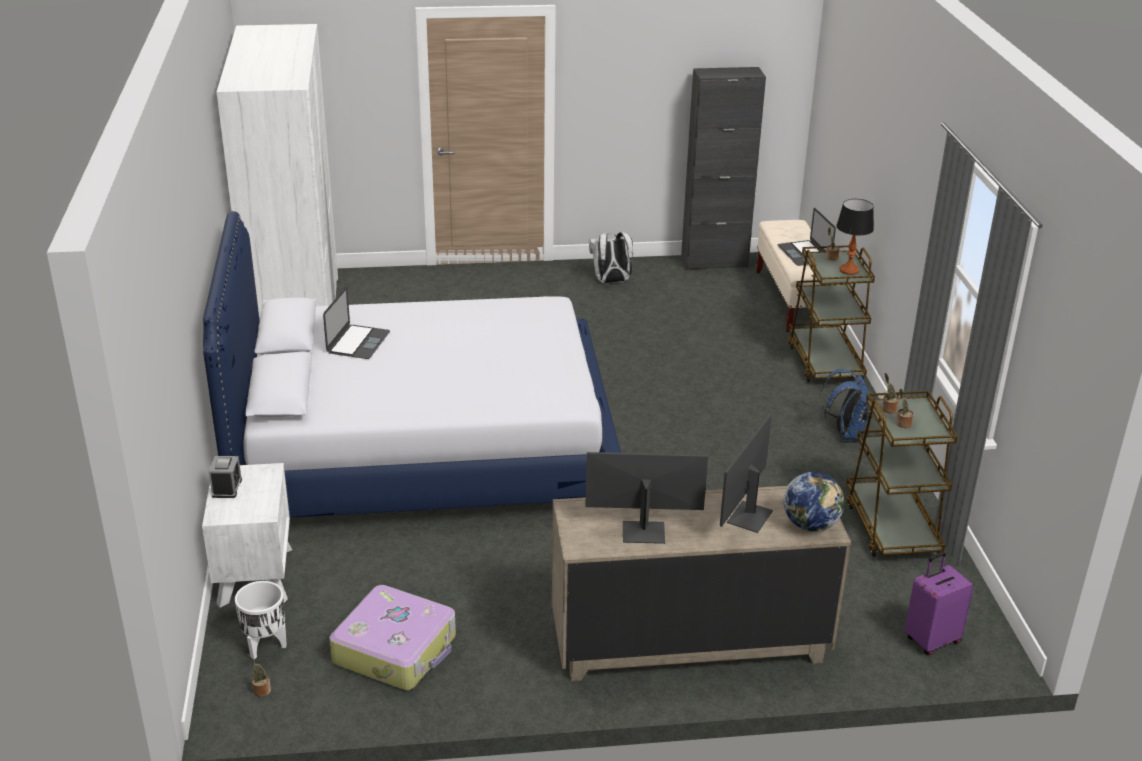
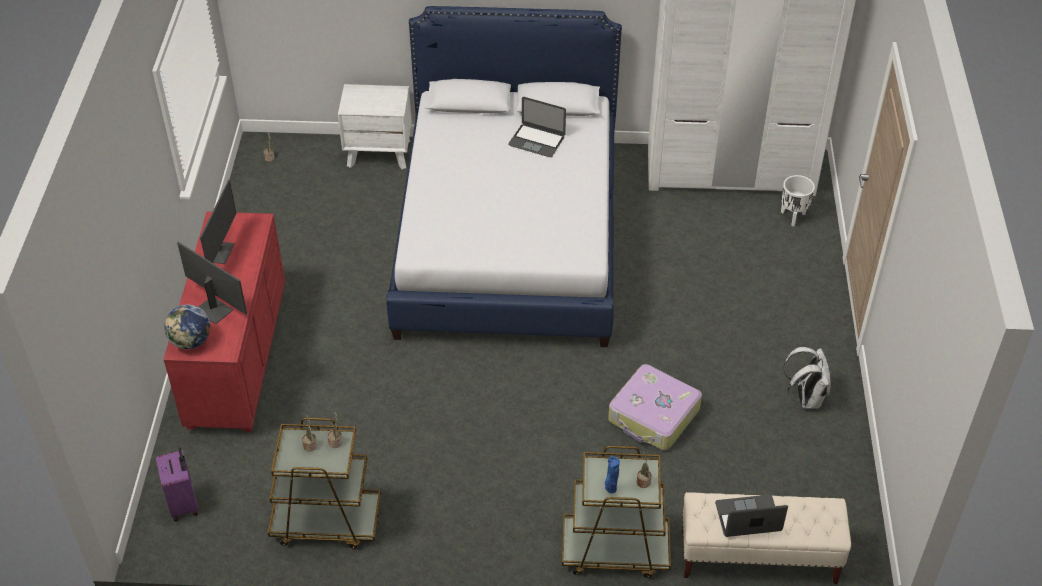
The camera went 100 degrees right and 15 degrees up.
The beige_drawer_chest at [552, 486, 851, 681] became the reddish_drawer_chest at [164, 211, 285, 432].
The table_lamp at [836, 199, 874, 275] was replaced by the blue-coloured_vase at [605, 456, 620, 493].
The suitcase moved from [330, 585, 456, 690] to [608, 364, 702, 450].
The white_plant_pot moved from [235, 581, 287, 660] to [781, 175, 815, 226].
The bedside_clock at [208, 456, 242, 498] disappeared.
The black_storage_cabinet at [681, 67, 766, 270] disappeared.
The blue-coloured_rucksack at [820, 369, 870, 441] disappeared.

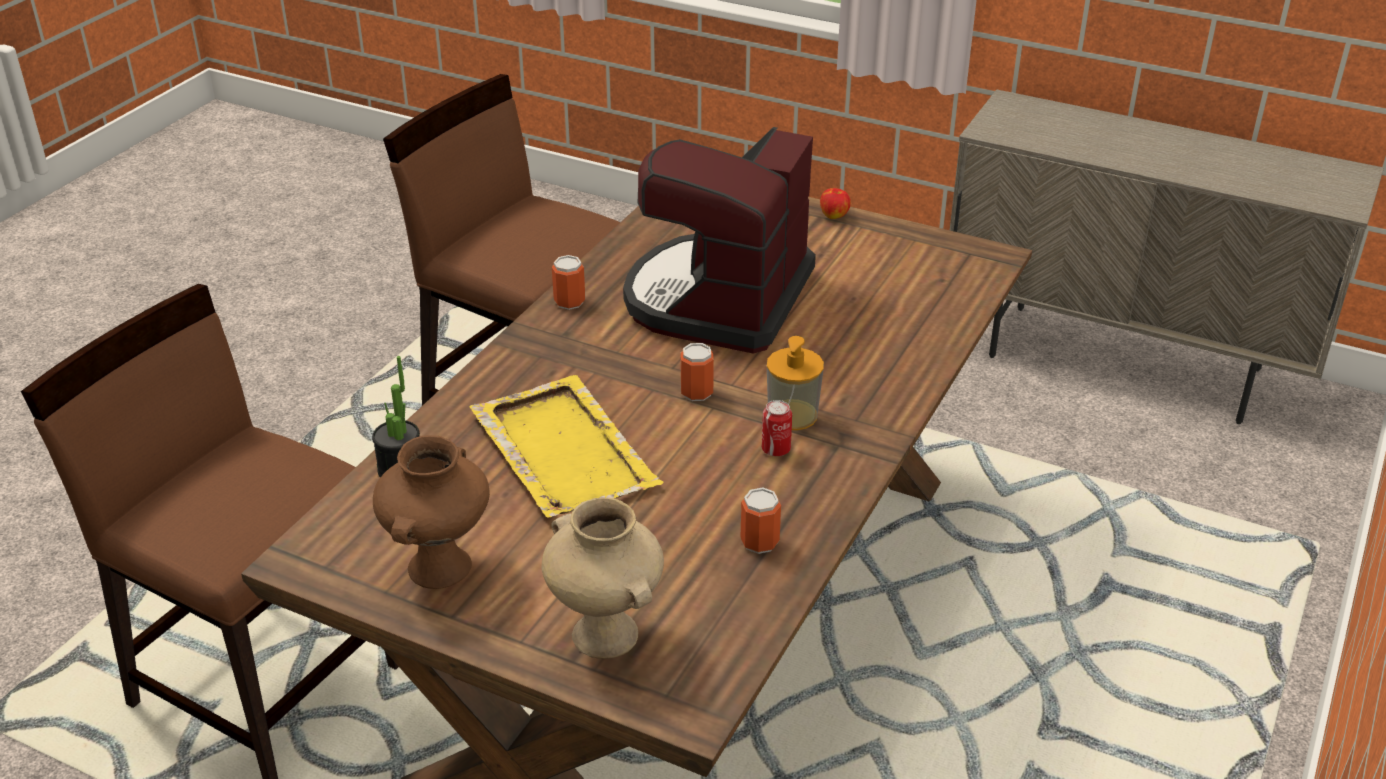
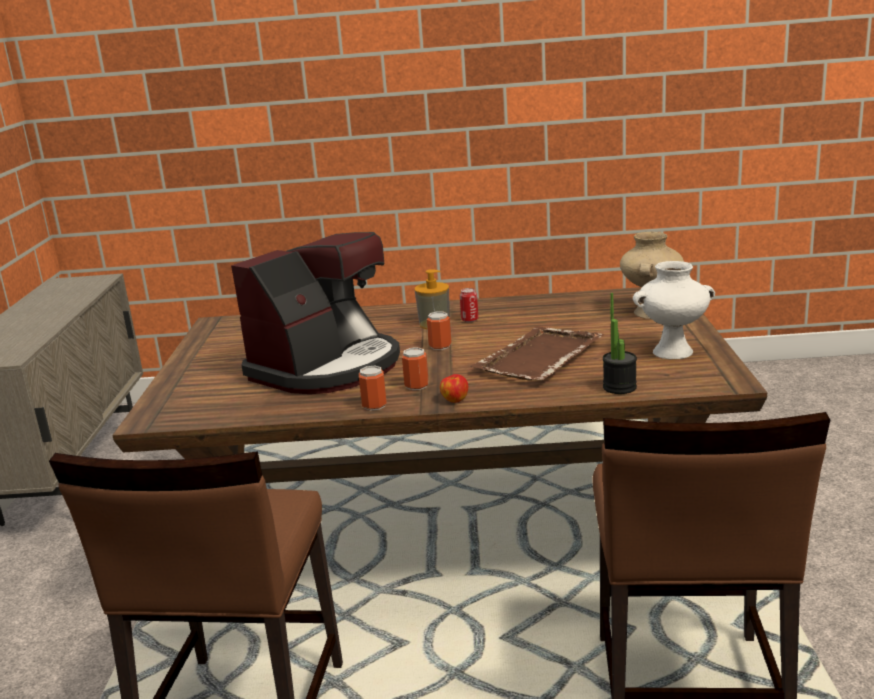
The camera went 115 degrees left and 15 degrees down.
The coffee_maker at [623, 127, 816, 354] turned 45 degrees counterclockwise.
The can moved from [740, 488, 781, 554] to [402, 347, 429, 390].
The apple moved from [820, 188, 851, 219] to [440, 374, 468, 403].
The yellow-coloured_carrying_tray at [469, 375, 664, 518] became the brown_carrying_tray at [470, 326, 605, 380].
The brown_vase at [373, 435, 490, 589] became the white_vase at [633, 261, 715, 359].

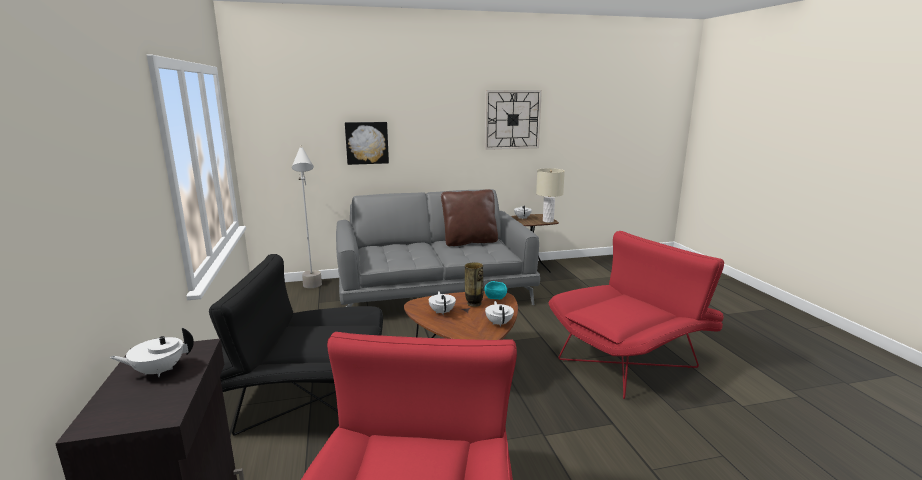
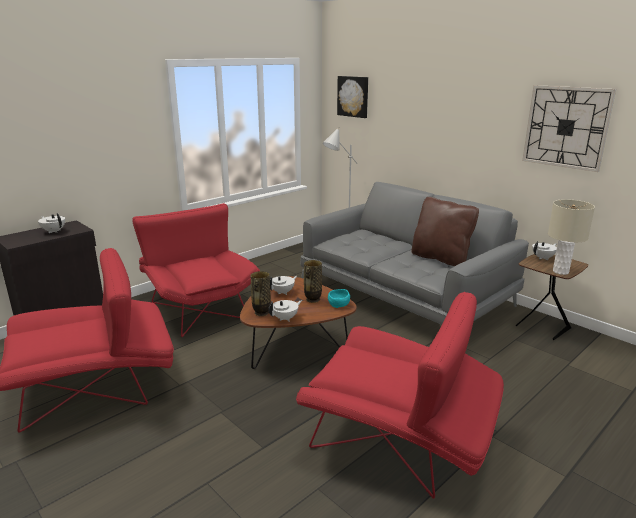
The camera went 60 degrees right and 5 degrees up.
The black_lounge_chair at [209, 254, 383, 436] became the reddish_lounge_chair at [132, 203, 260, 337].
The vase at [250, 271, 271, 316] appeared.
The picture moved from [345, 122, 389, 165] to [337, 76, 368, 118].

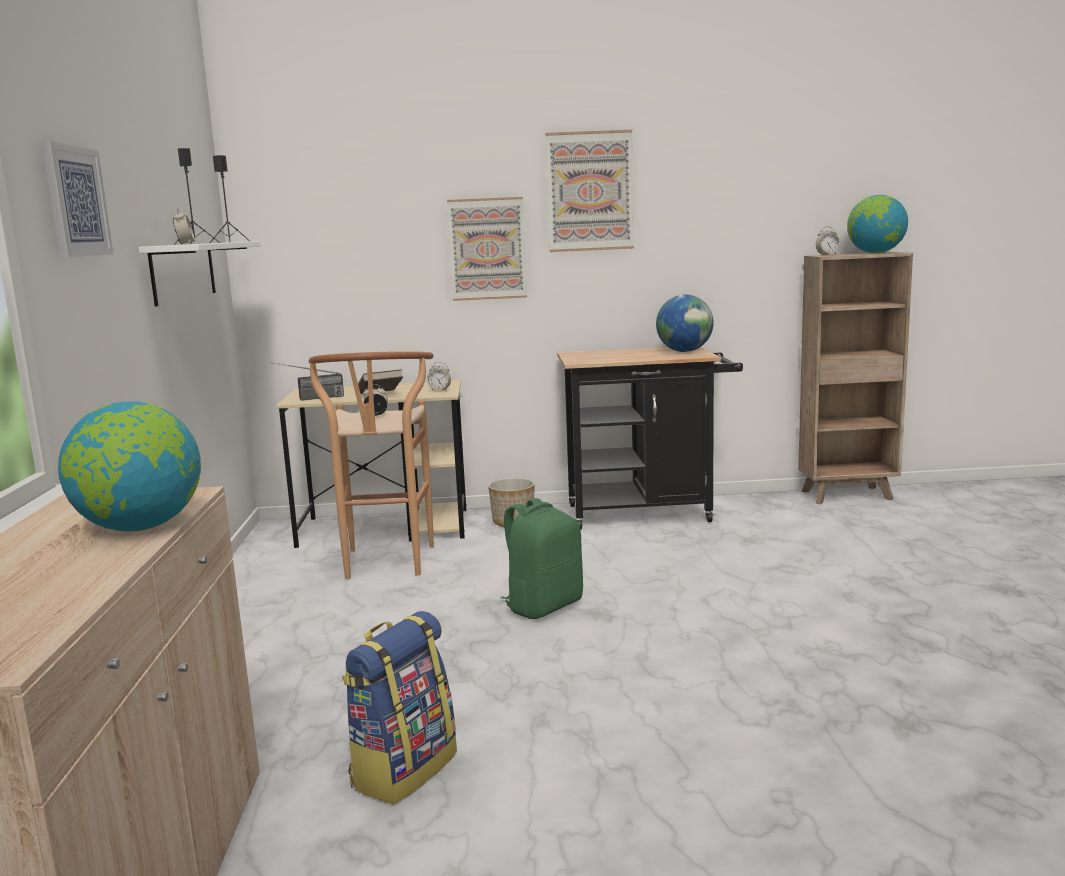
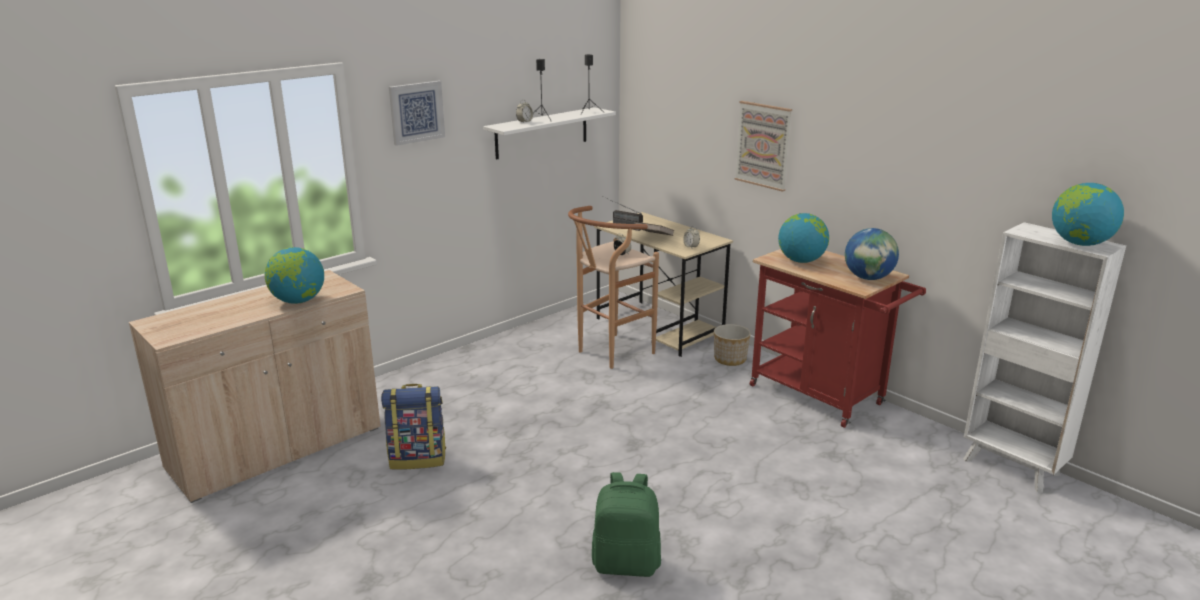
The camera went 50 degrees right and 10 degrees up.
The green-coloured_rucksack moved from [500, 498, 583, 619] to [592, 472, 661, 577].
The black_wheeled_cart at [557, 347, 743, 529] became the reddish_wheeled_cart at [750, 249, 926, 428].
The world_globe at [778, 213, 829, 263] appeared.
The brown_bookcase at [798, 252, 913, 504] became the white_bookcase at [963, 222, 1126, 493].
The picture at [545, 130, 634, 252] disappeared.
The bedside_clock at [816, 226, 840, 255] disappeared.

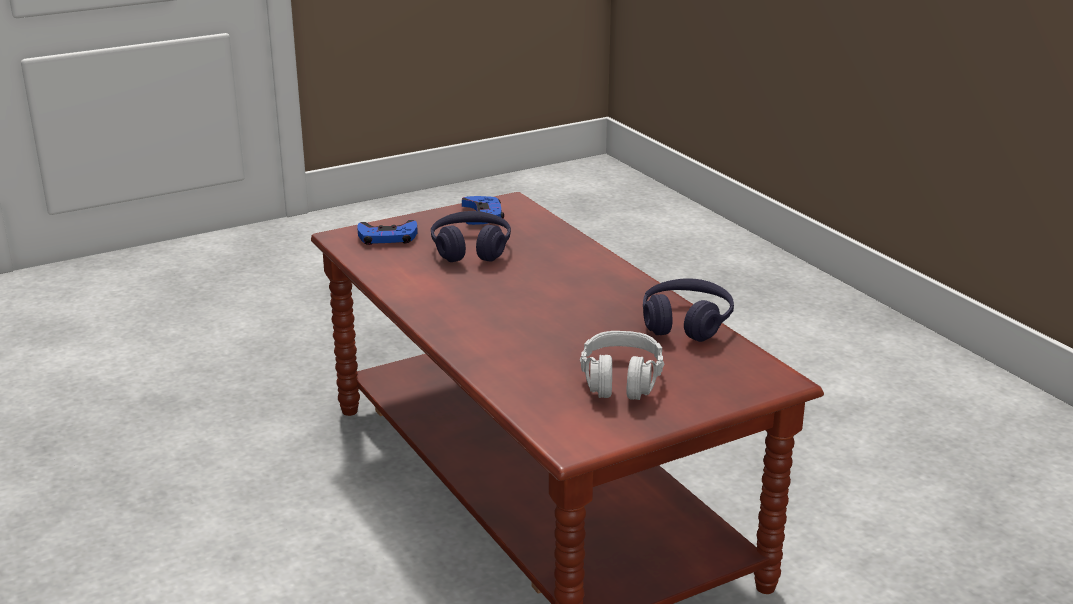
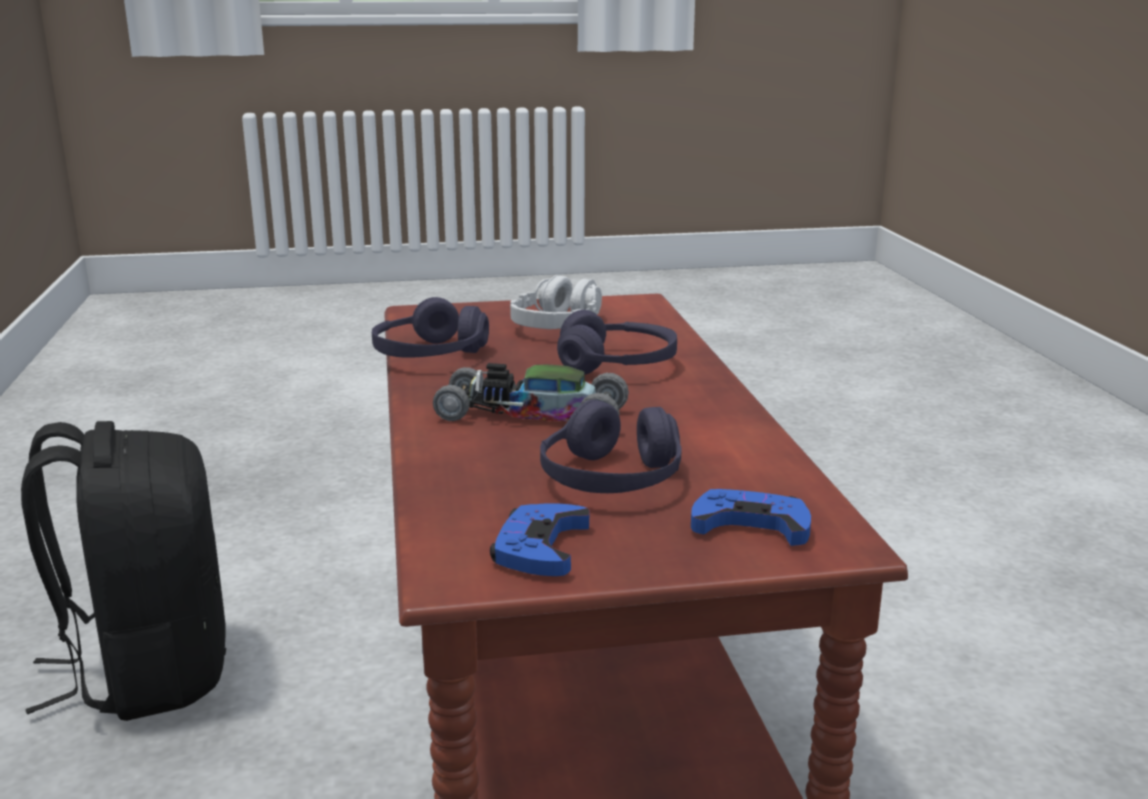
The camera went 160 degrees left and 5 degrees down.
The black_rucksack at [21, 421, 226, 721] appeared.
The miniature_car at [433, 363, 629, 421] appeared.
The purple-coloured_headphones at [557, 310, 677, 375] appeared.

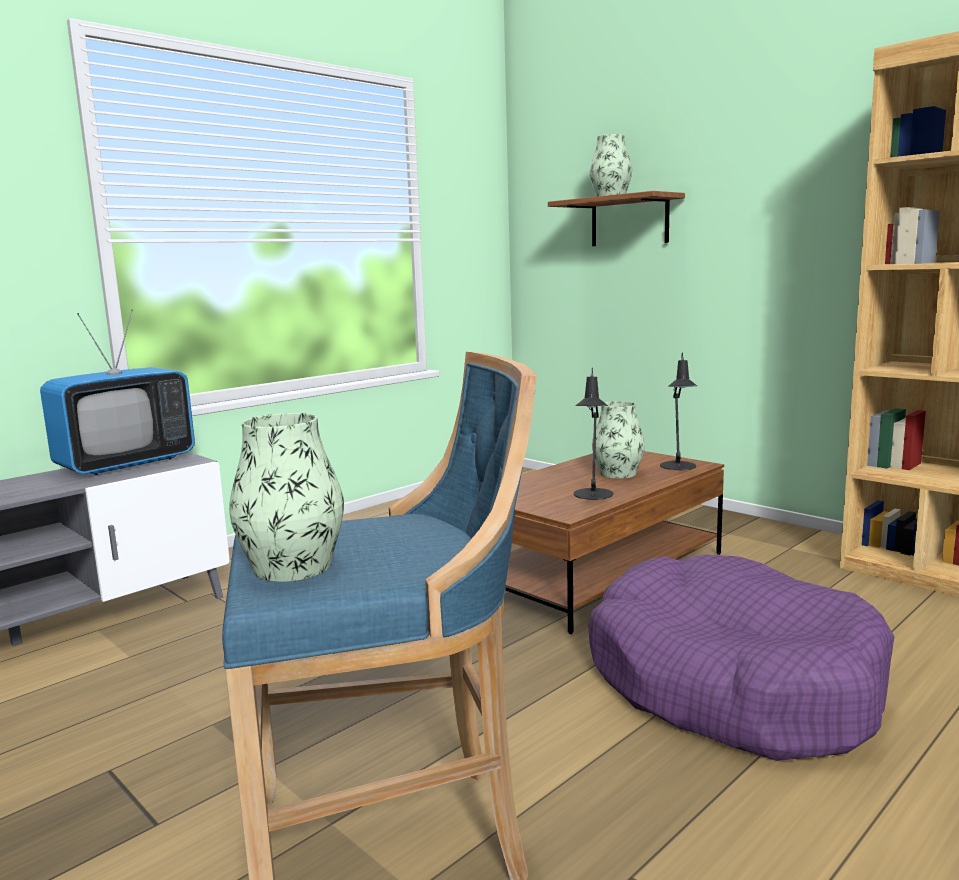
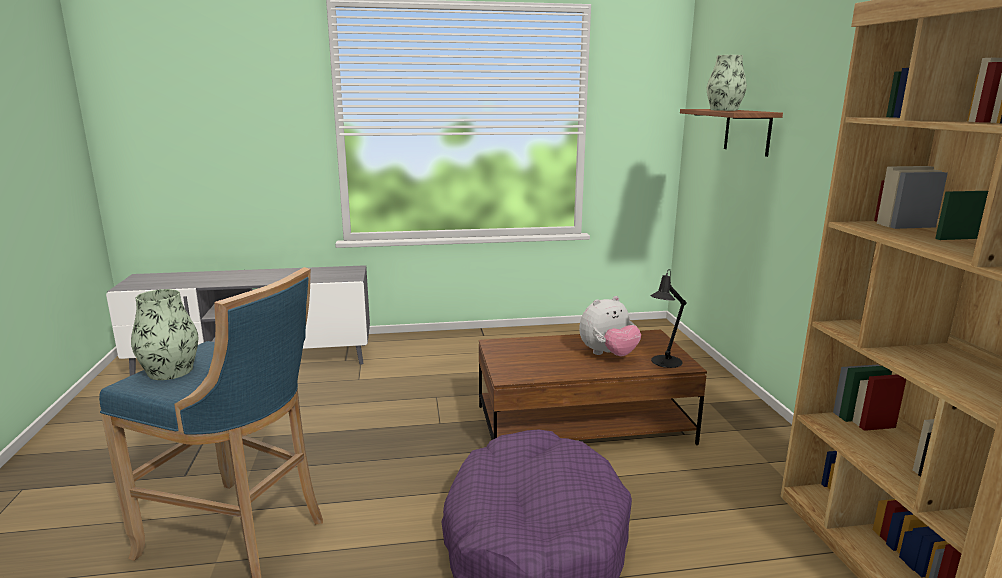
The camera went 35 degrees right and 5 degrees up.
The vase at [592, 401, 645, 479] was replaced by the soft_toy at [579, 296, 641, 356].
The TV_set at [40, 309, 195, 475] disappeared.
The black_table_lamp at [574, 368, 614, 500] disappeared.

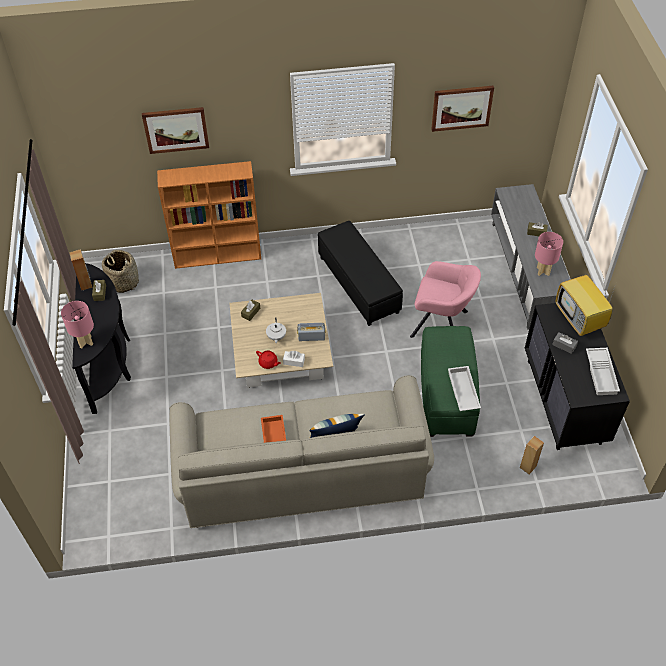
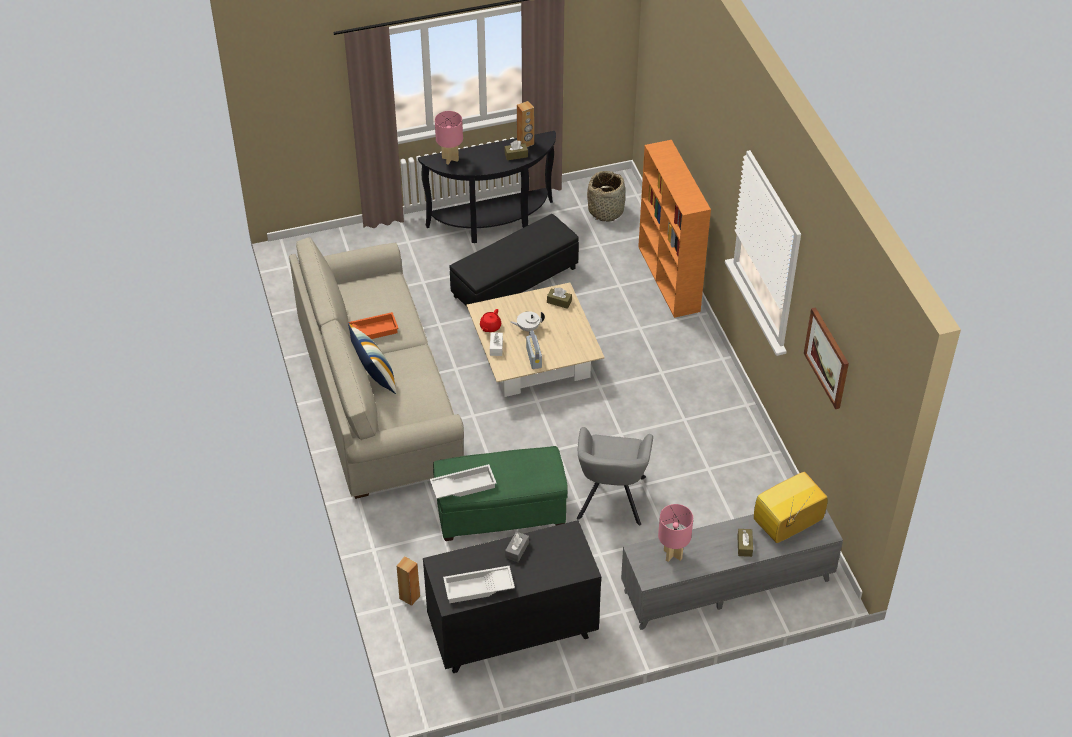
The camera went 80 degrees right and 5 degrees down.
The black_pouffe moved from [318, 221, 403, 326] to [450, 214, 579, 307].
The pinkish_lounge_chair at [410, 261, 481, 338] became the gray_lounge_chair at [577, 427, 653, 525].
The TV_set moved from [556, 275, 615, 336] to [754, 472, 828, 543].
The picture at [142, 107, 209, 154] disappeared.

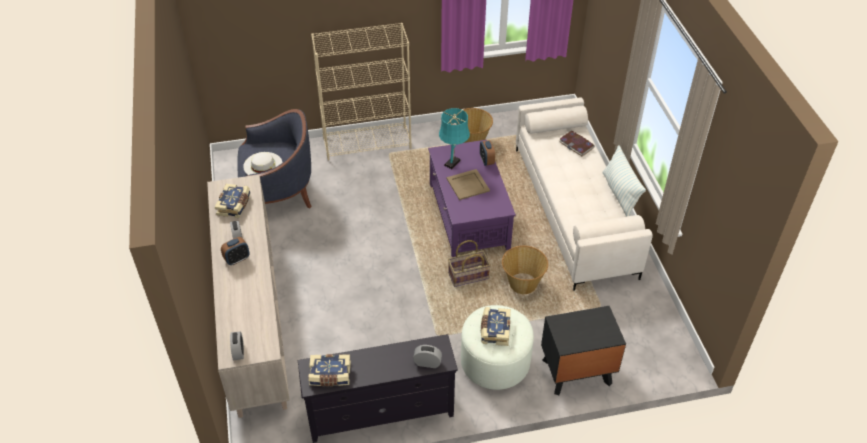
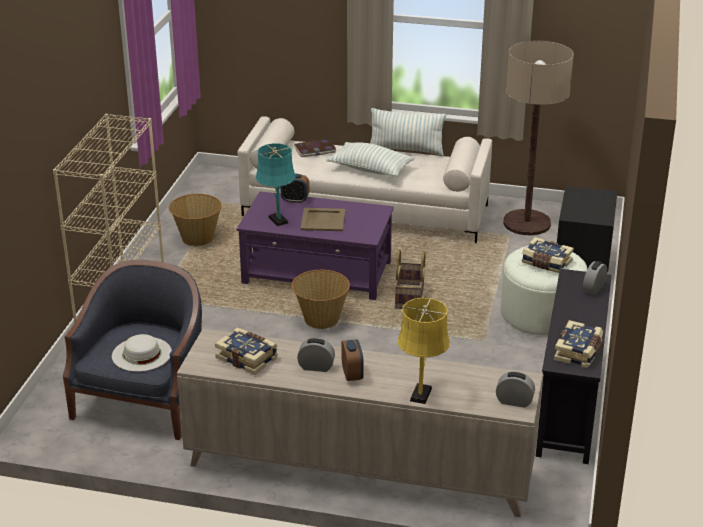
The camera went 65 degrees left and 15 degrees down.
The storage_basket moved from [502, 246, 548, 294] to [291, 270, 350, 329].
The cushion at [326, 142, 415, 177] appeared.
The yellow-coloured_table_lamp at [397, 298, 450, 404] appeared.
The floor_lamp at [503, 40, 574, 235] appeared.

